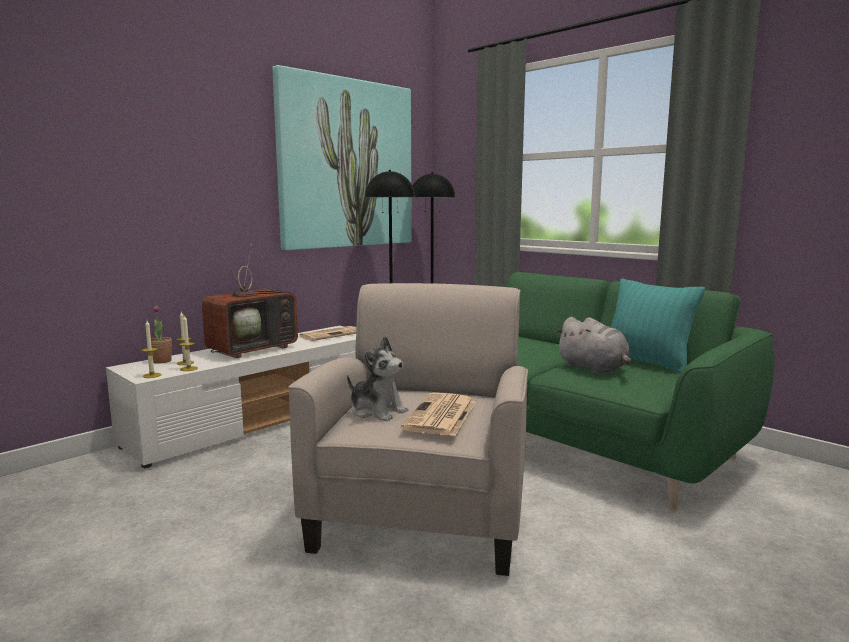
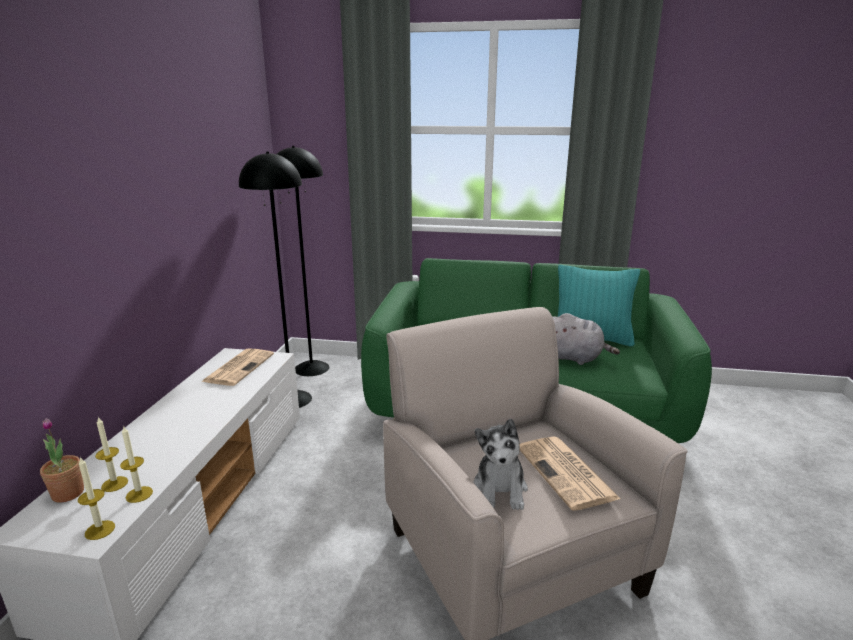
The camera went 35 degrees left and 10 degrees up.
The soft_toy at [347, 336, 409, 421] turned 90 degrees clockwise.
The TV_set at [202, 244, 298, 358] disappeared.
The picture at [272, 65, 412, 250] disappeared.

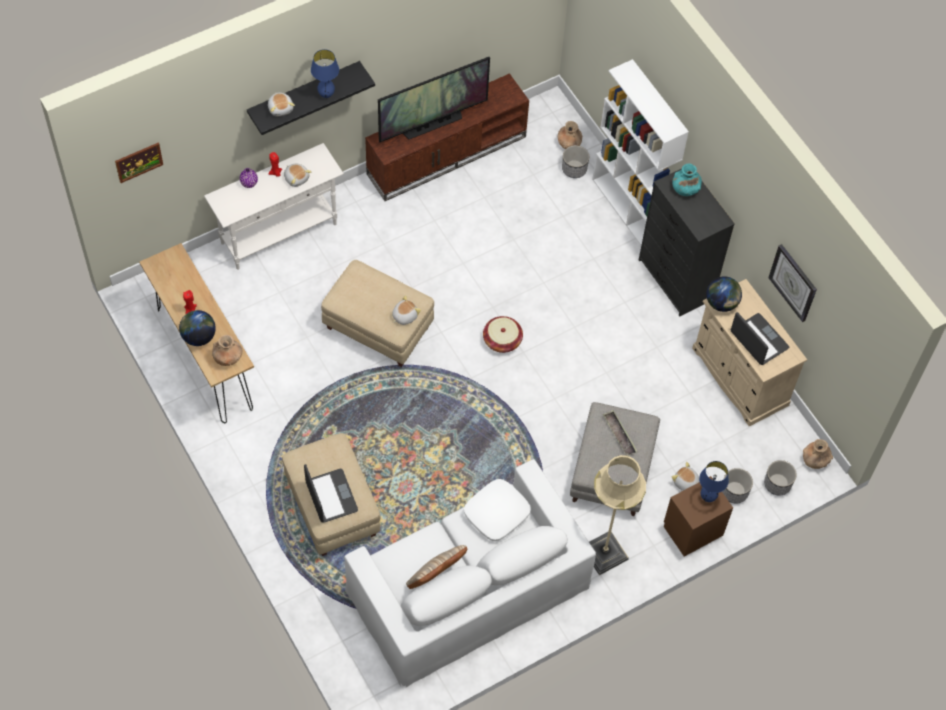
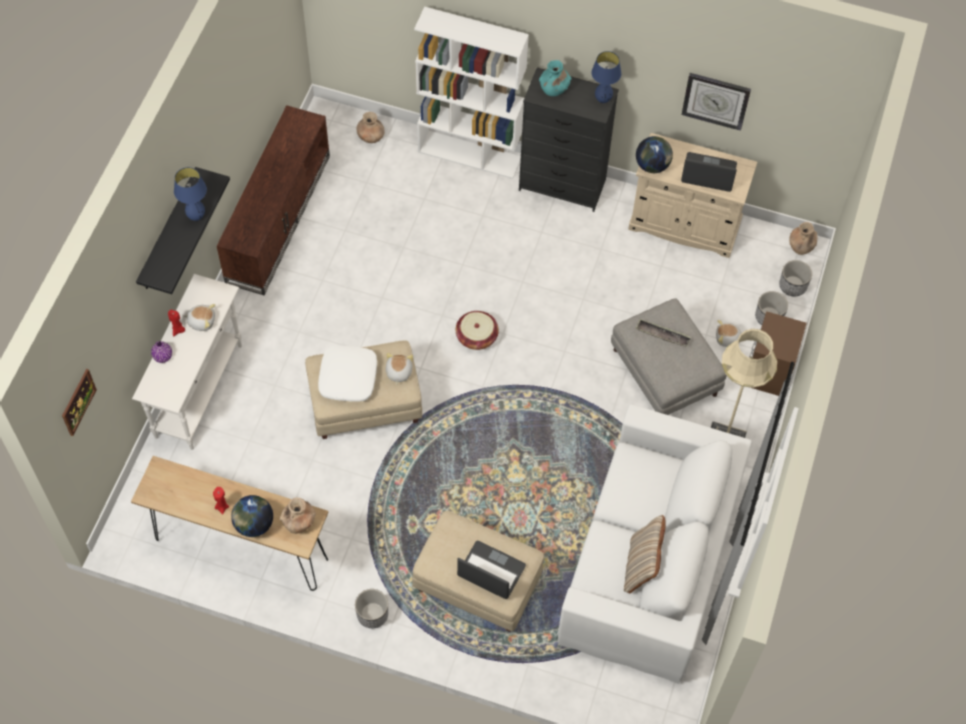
The camera went 40 degrees left and 0 degrees up.
The white_cushion moved from [464, 479, 531, 541] to [318, 346, 377, 402].
The plant_pot moved from [562, 145, 589, 178] to [355, 589, 388, 628].
The blue-coloured_table_lamp moved from [699, 461, 729, 502] to [591, 51, 621, 103].
The soft_toy at [268, 92, 295, 116] disappeared.
The TV_set at [378, 57, 490, 142] disappeared.

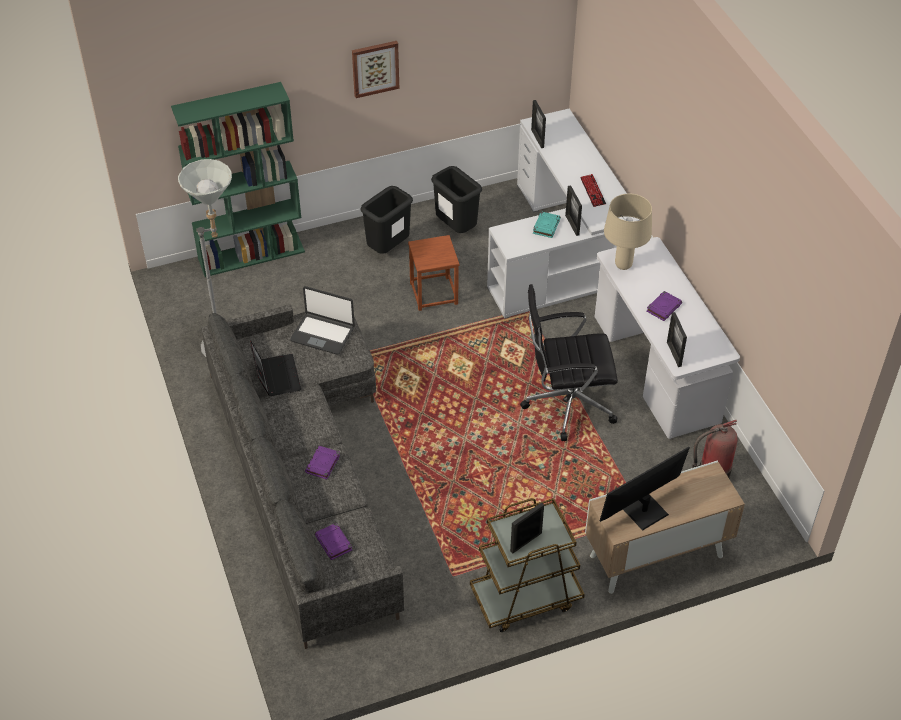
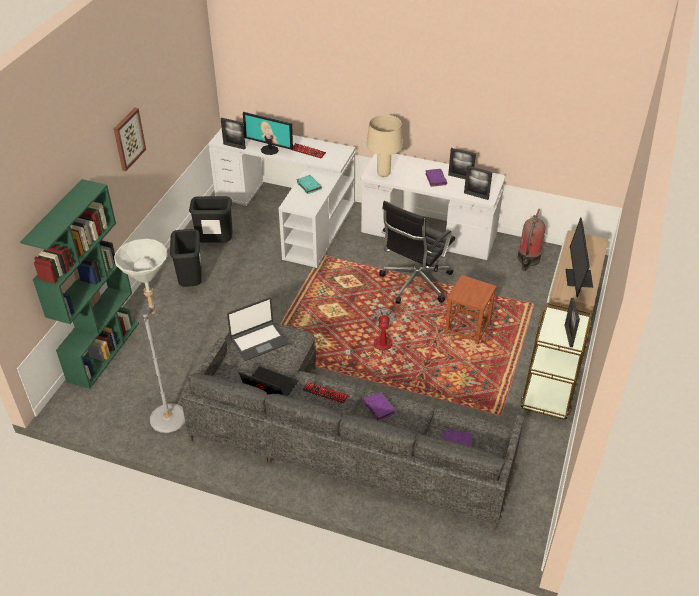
The camera went 50 degrees left and 5 degrees down.
The computer_display at [243, 112, 293, 155] appeared.
The PC_keyboard at [302, 382, 349, 404] appeared.
The fan at [345, 308, 396, 359] appeared.
The brown_stool moved from [408, 235, 459, 311] to [445, 275, 497, 344].
The standing_frame moved from [565, 185, 582, 236] to [448, 148, 476, 179].

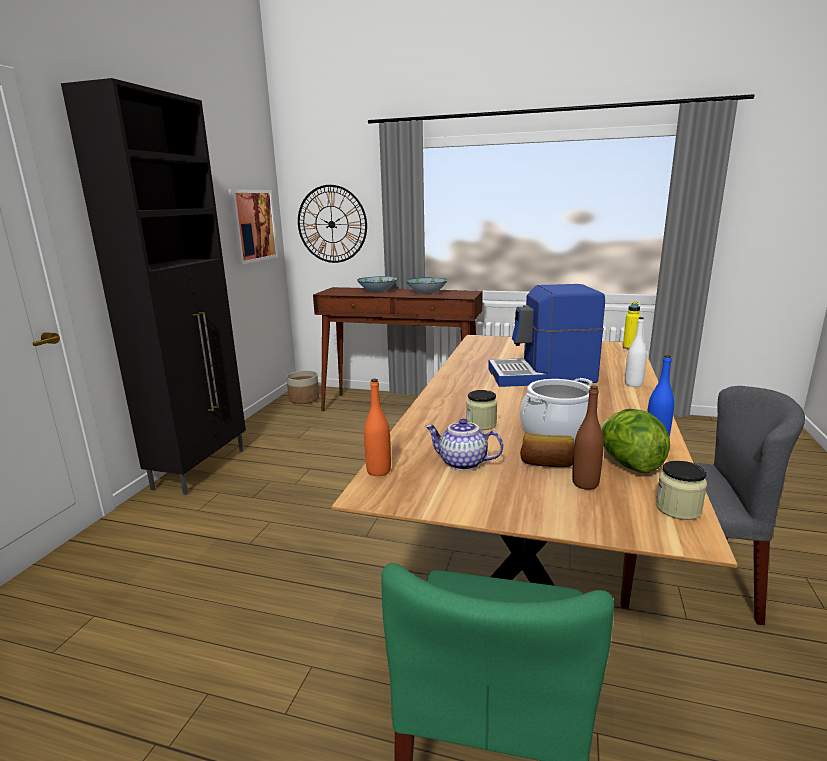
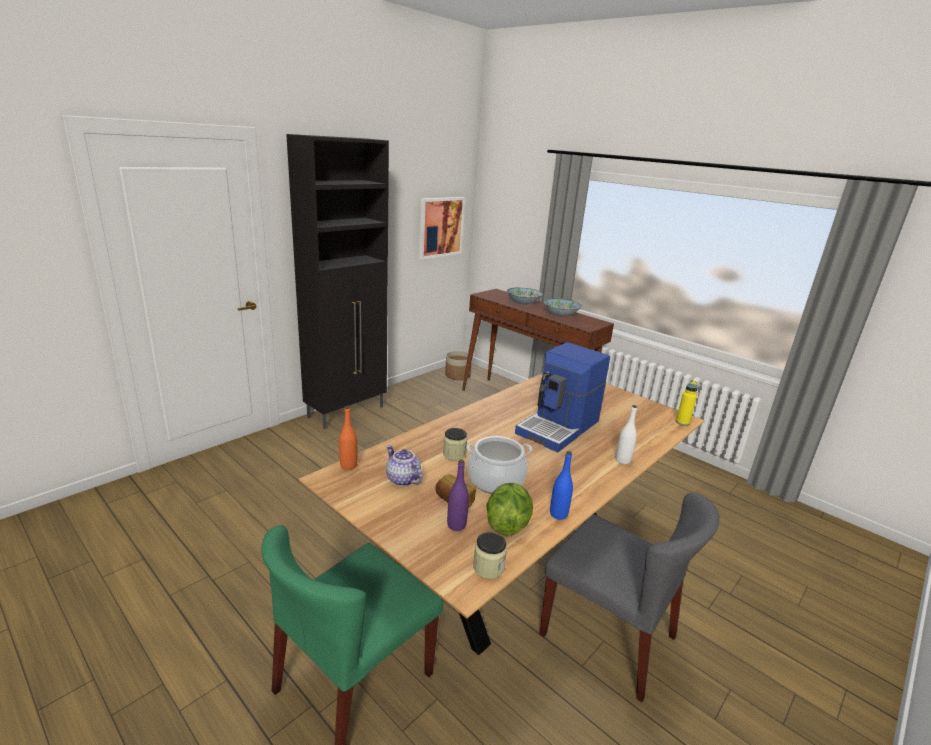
The camera went 25 degrees right and 5 degrees up.
The brown_drink_bottle at [572, 386, 604, 490] became the purple-coloured_drink_bottle at [447, 459, 469, 531].
The coffee_maker at [488, 284, 605, 387] turned 75 degrees counterclockwise.
The wall_clock at [298, 185, 367, 263] disappeared.

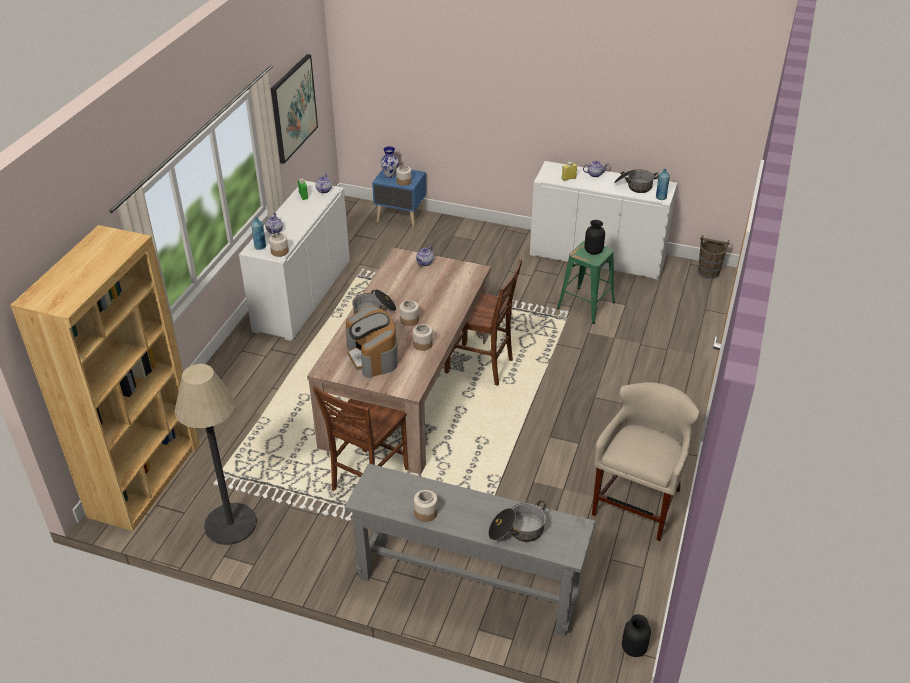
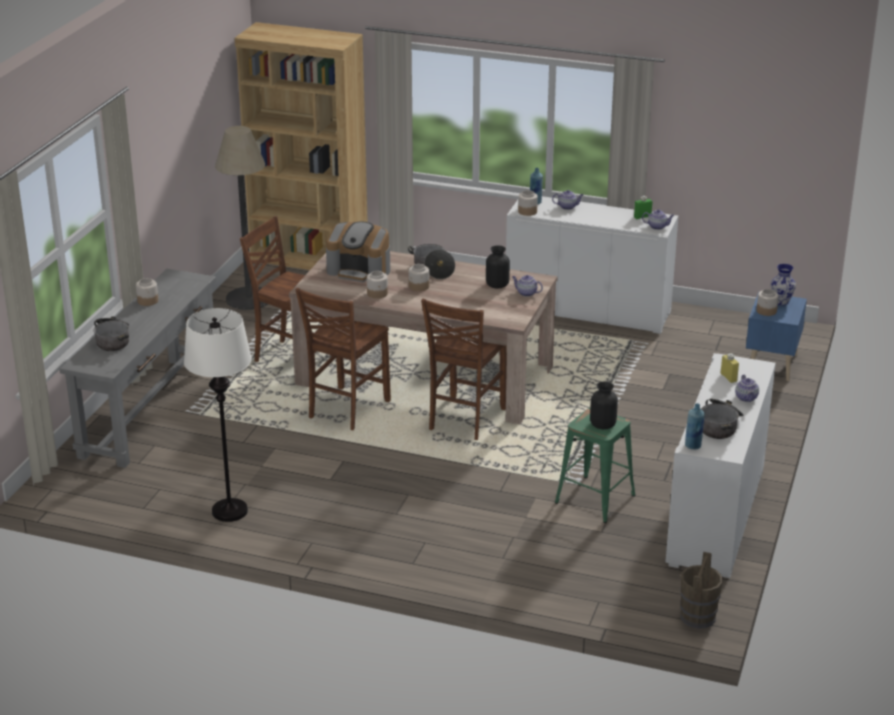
The camera went 90 degrees right and 10 degrees down.
The beige_stool at [592, 382, 699, 541] was replaced by the white_floor_lamp at [184, 308, 252, 522].
The brown_chair at [295, 288, 391, 430] appeared.
The coffee_maker at [345, 306, 398, 378] turned 135 degrees counterclockwise.
The black_vase moved from [622, 614, 651, 657] to [486, 245, 510, 289].
The picture at [271, 54, 318, 164] disappeared.

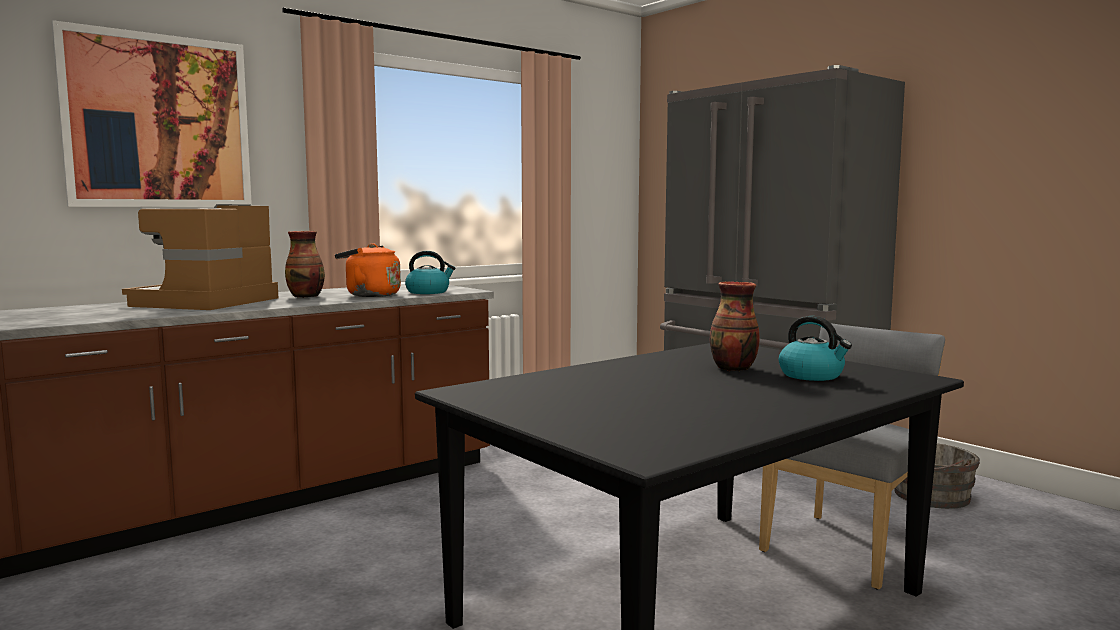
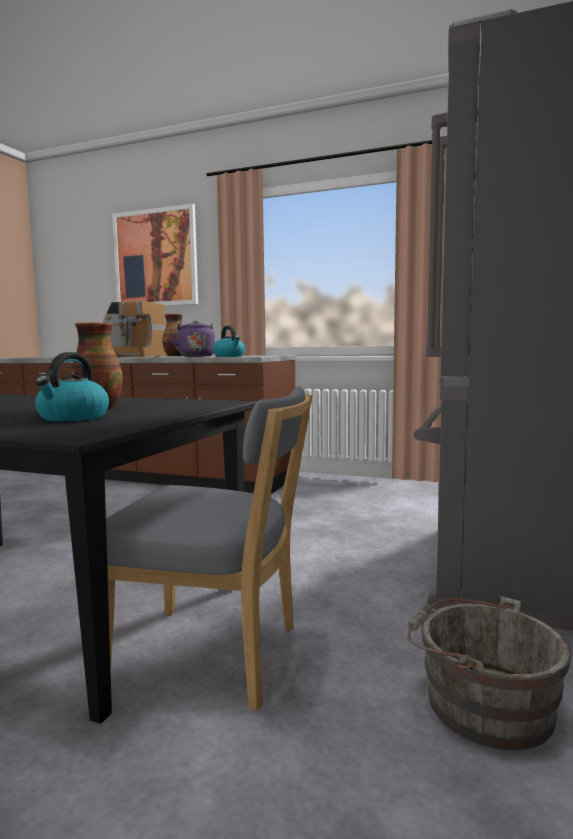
The camera went 60 degrees right and 0 degrees up.
The coffee_maker at [122, 204, 278, 310] turned 150 degrees counterclockwise.
The orange_kettle at [335, 243, 401, 297] became the purple-coloured_kettle at [170, 321, 215, 357].

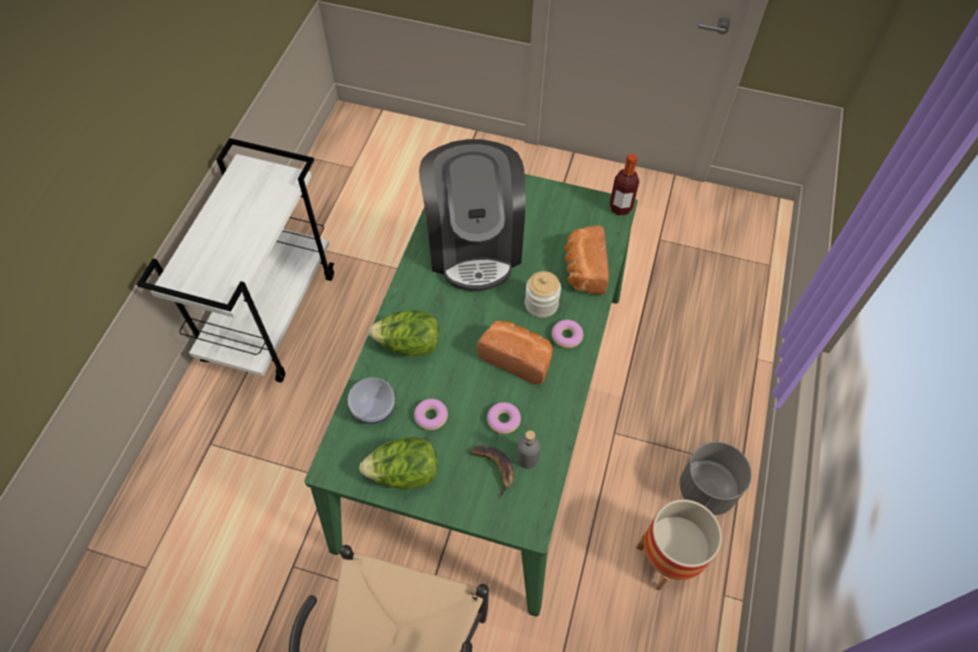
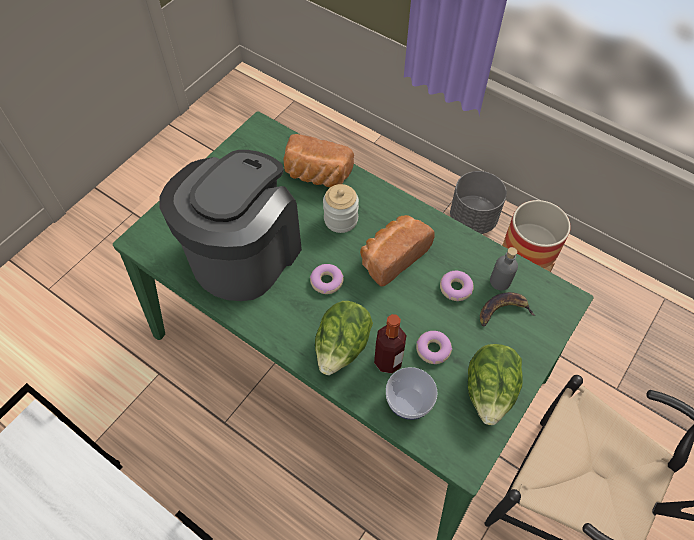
The camera went 70 degrees left and 0 degrees up.
The coffee_maker at [419, 139, 525, 291] turned 75 degrees counterclockwise.
The doughnut moved from [552, 320, 583, 348] to [310, 264, 344, 294].
The drink_bottle moved from [609, 154, 639, 216] to [374, 314, 407, 373].

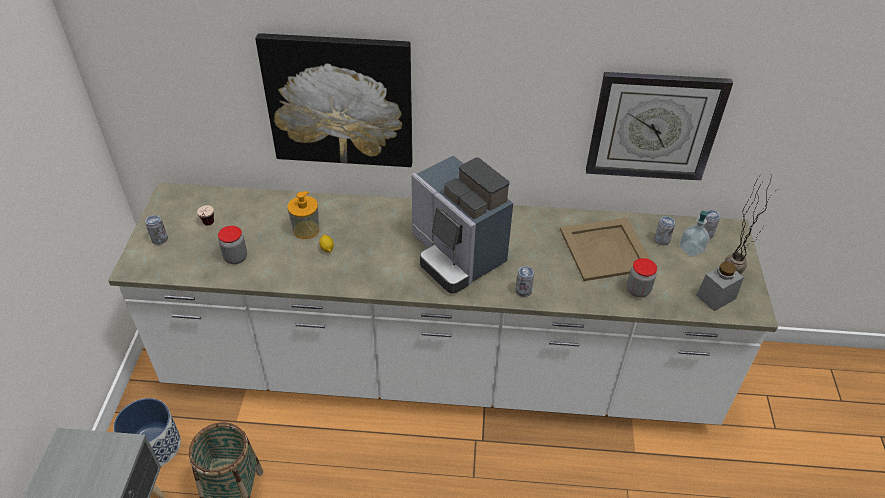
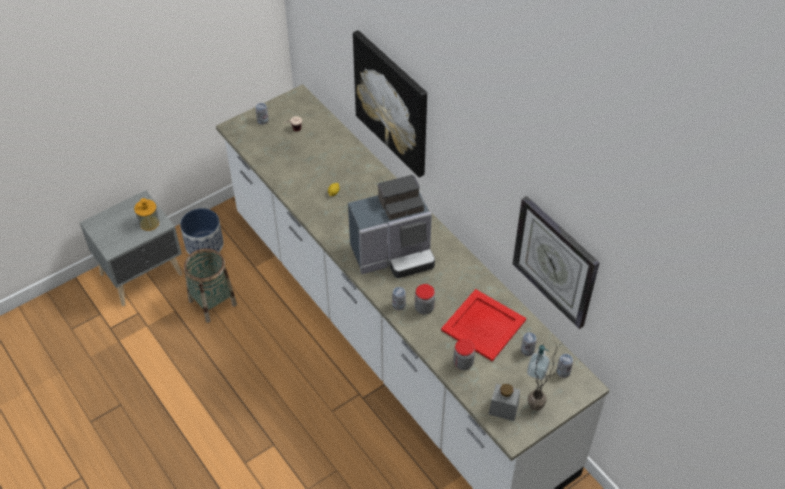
The camera went 50 degrees right and 5 degrees up.
The soap_bottle moved from [288, 191, 319, 239] to [134, 198, 159, 231].
The coffee_maker at [411, 155, 513, 294] turned 120 degrees counterclockwise.
The jar moved from [218, 226, 247, 264] to [415, 284, 435, 315].
The beige_carrying_tray at [560, 218, 650, 281] became the reddish_carrying_tray at [441, 289, 526, 362].

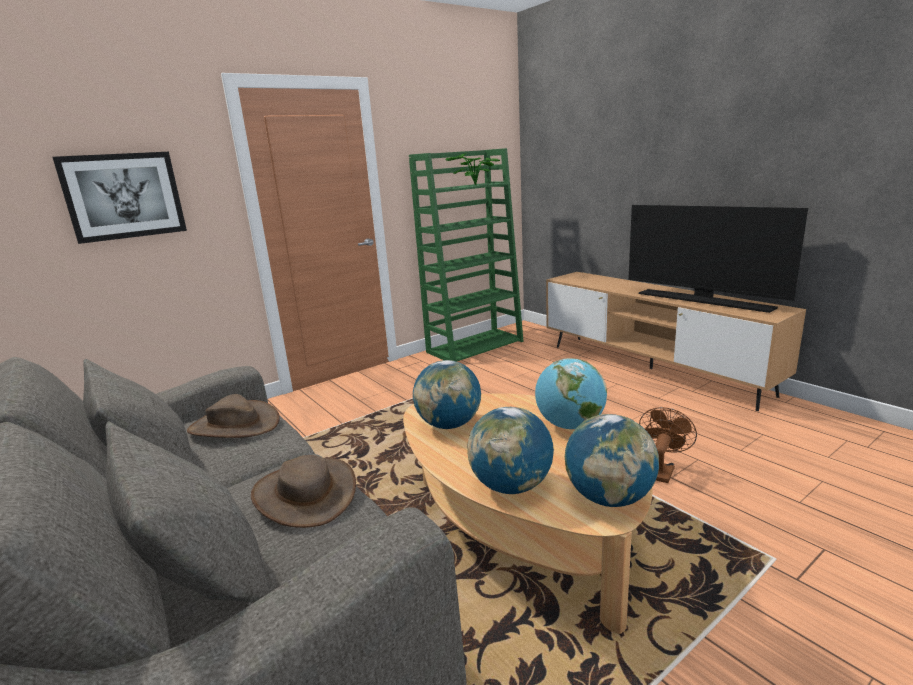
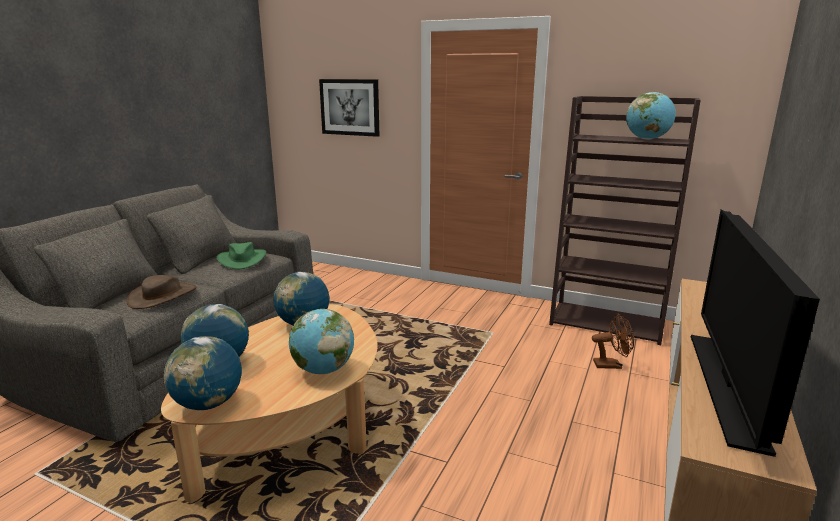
The camera went 60 degrees right and 0 degrees up.
The brown_clothing_hat at [187, 394, 280, 438] became the green-coloured_clothing_hat at [217, 242, 266, 269].
The green-coloured_bookcase at [409, 148, 524, 362] became the brown_bookcase at [549, 96, 701, 345].
The brown_fan moved from [639, 407, 697, 483] to [592, 313, 634, 369].
The potted_plant at [445, 153, 500, 185] was replaced by the world_globe at [626, 92, 676, 140].

